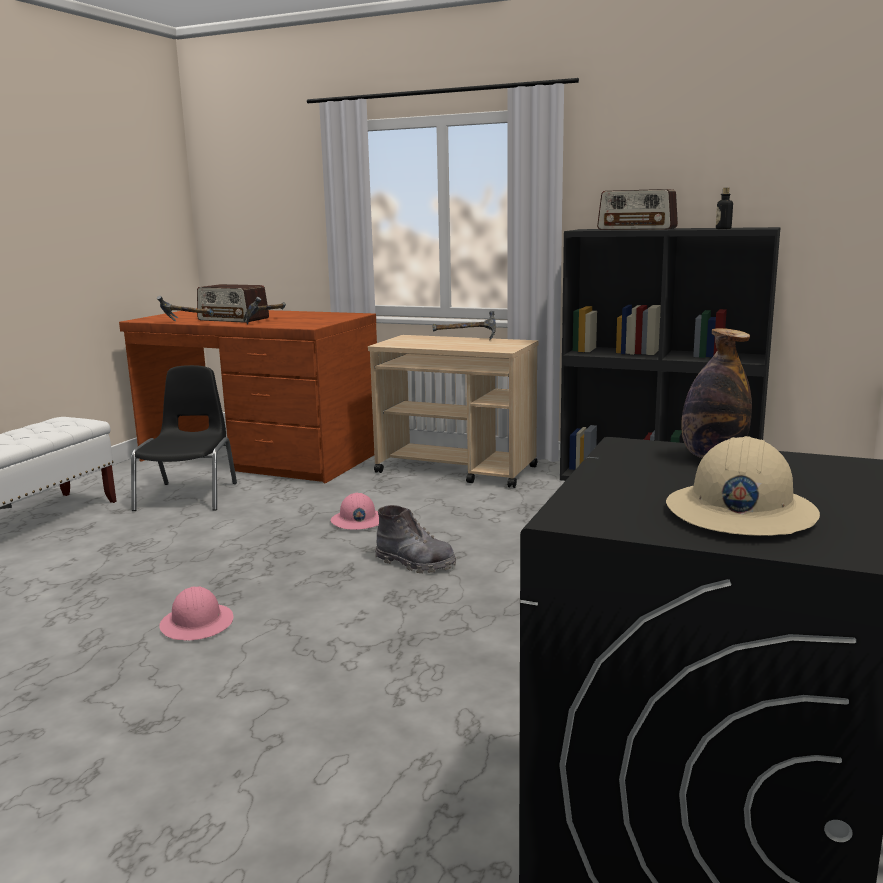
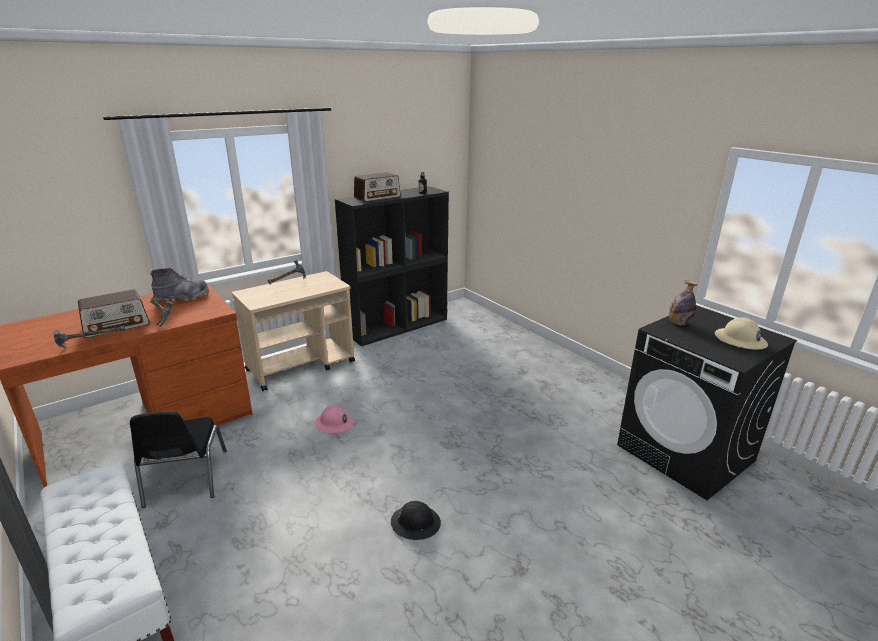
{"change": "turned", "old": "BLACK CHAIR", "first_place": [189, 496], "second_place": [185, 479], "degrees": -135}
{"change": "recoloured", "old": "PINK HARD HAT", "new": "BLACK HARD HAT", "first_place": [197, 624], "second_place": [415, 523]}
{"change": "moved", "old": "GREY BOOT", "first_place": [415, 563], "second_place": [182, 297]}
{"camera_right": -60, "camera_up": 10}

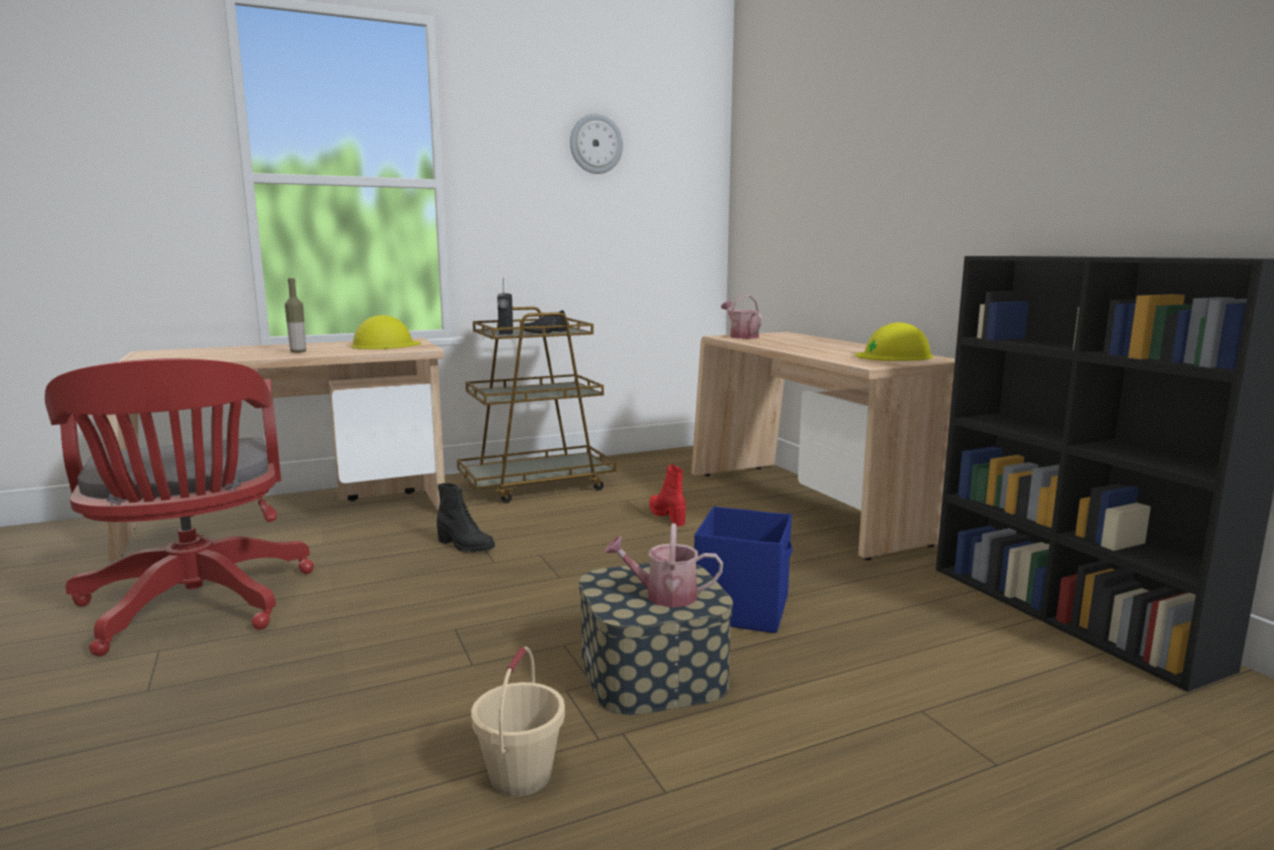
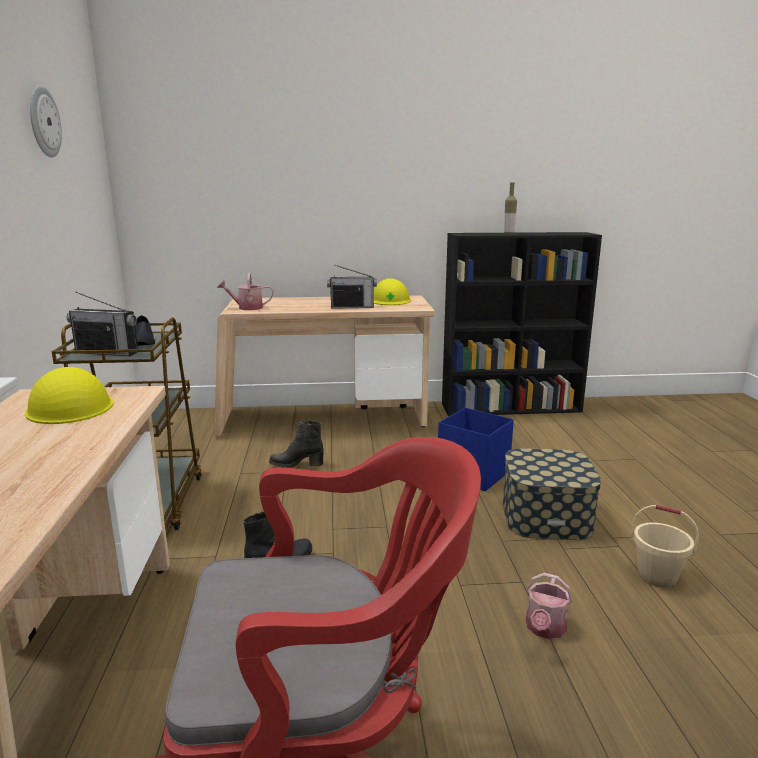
{"change": "moved", "old": "BOTTLE", "first_place": [298, 352], "second_place": [509, 234]}
{"change": "moved", "old": "WATERING CAN", "first_place": [664, 595], "second_place": [544, 629]}
{"change": "recoloured", "old": "RED BOOT", "new": "BLACK BOOT", "first_place": [667, 516], "second_place": [296, 464]}
{"change": "added", "new": "RADIO", "second_place": [352, 307]}
{"camera_right": -70, "camera_up": 5}

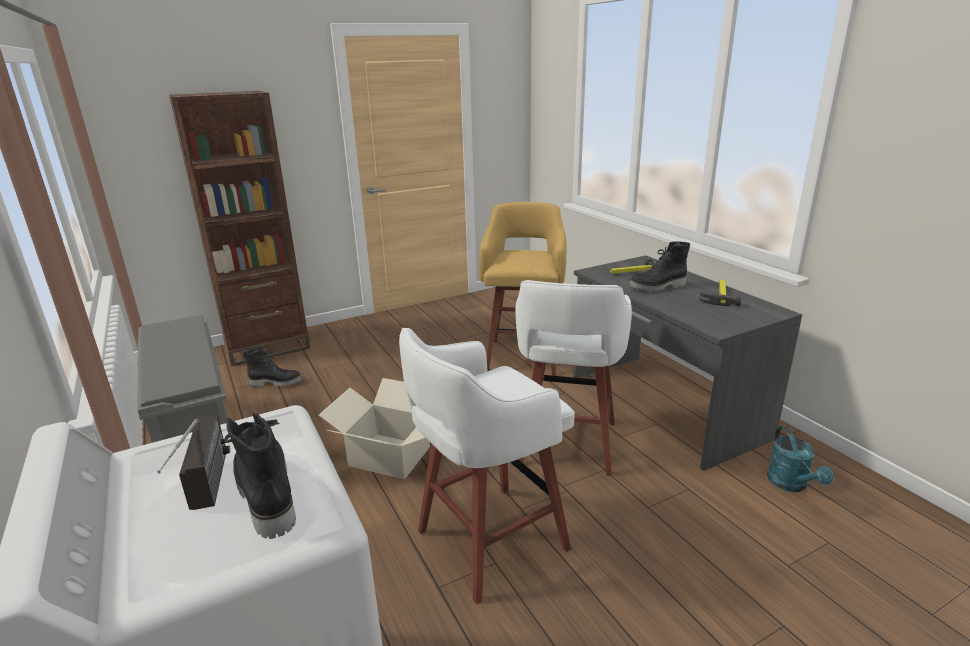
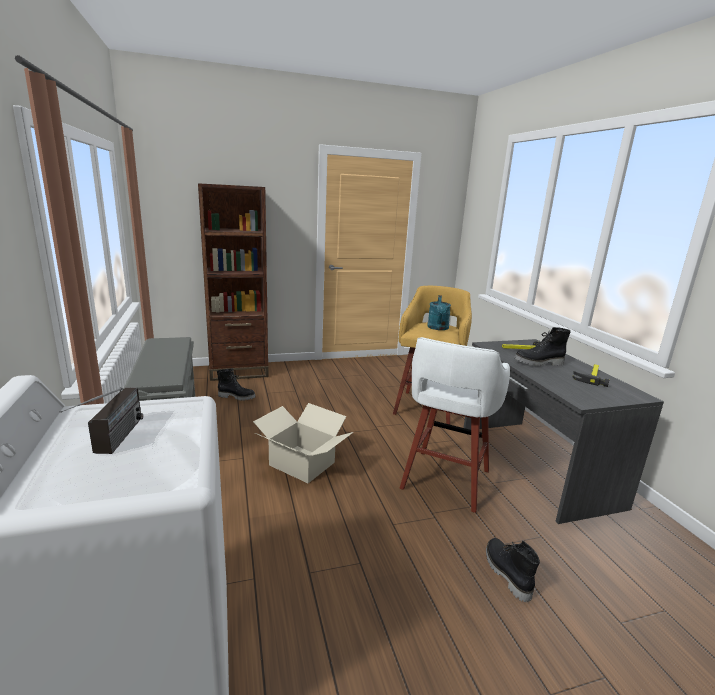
{"change": "moved", "old": "BLACK BOOT", "first_place": [265, 492], "second_place": [506, 573]}
{"change": "removed", "old": "WHITE STOOL", "first_place": [487, 542]}
{"change": "moved", "old": "TURQUOISE WATERING CAN", "first_place": [791, 485], "second_place": [438, 328]}
{"camera_right": 10, "camera_up": -5}

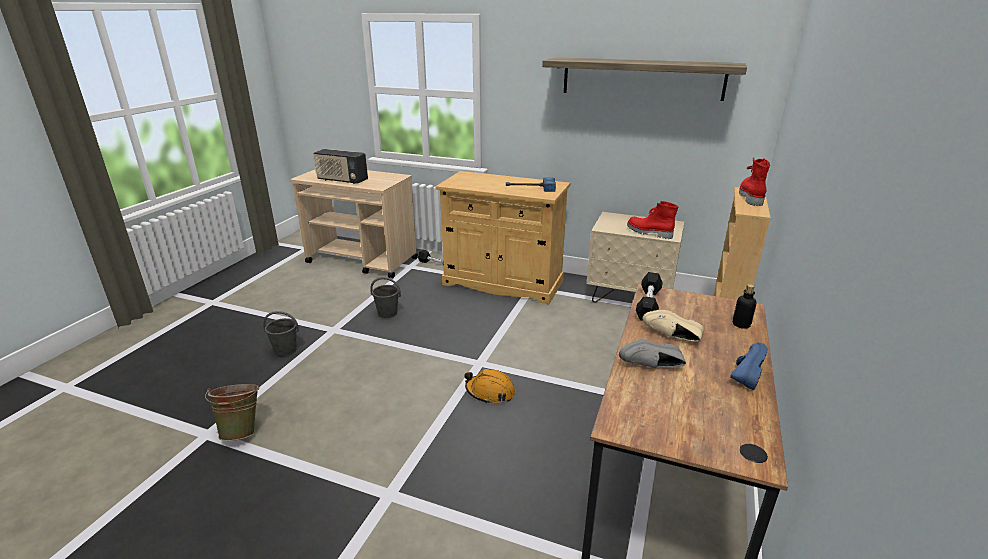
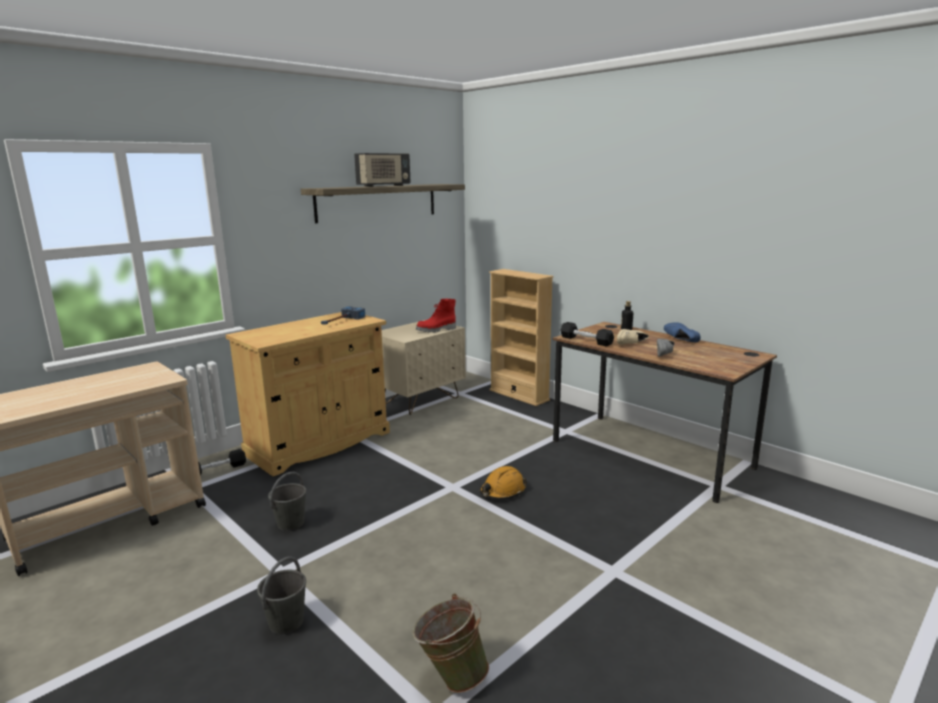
{"change": "moved", "old": "RADIO", "first_place": [342, 180], "second_place": [384, 186]}
{"change": "removed", "old": "RED BOOT", "first_place": [750, 197]}
{"camera_right": -65, "camera_up": -10}

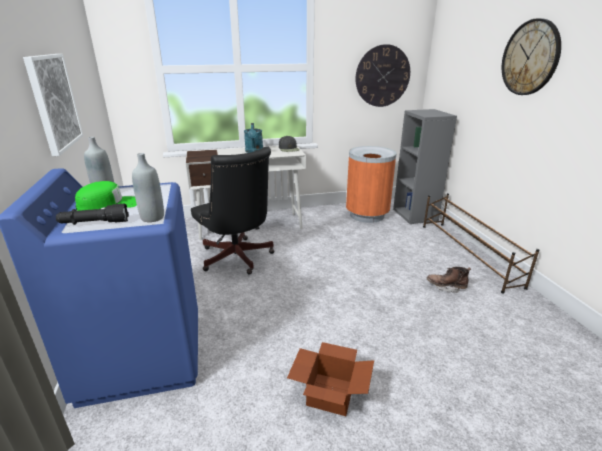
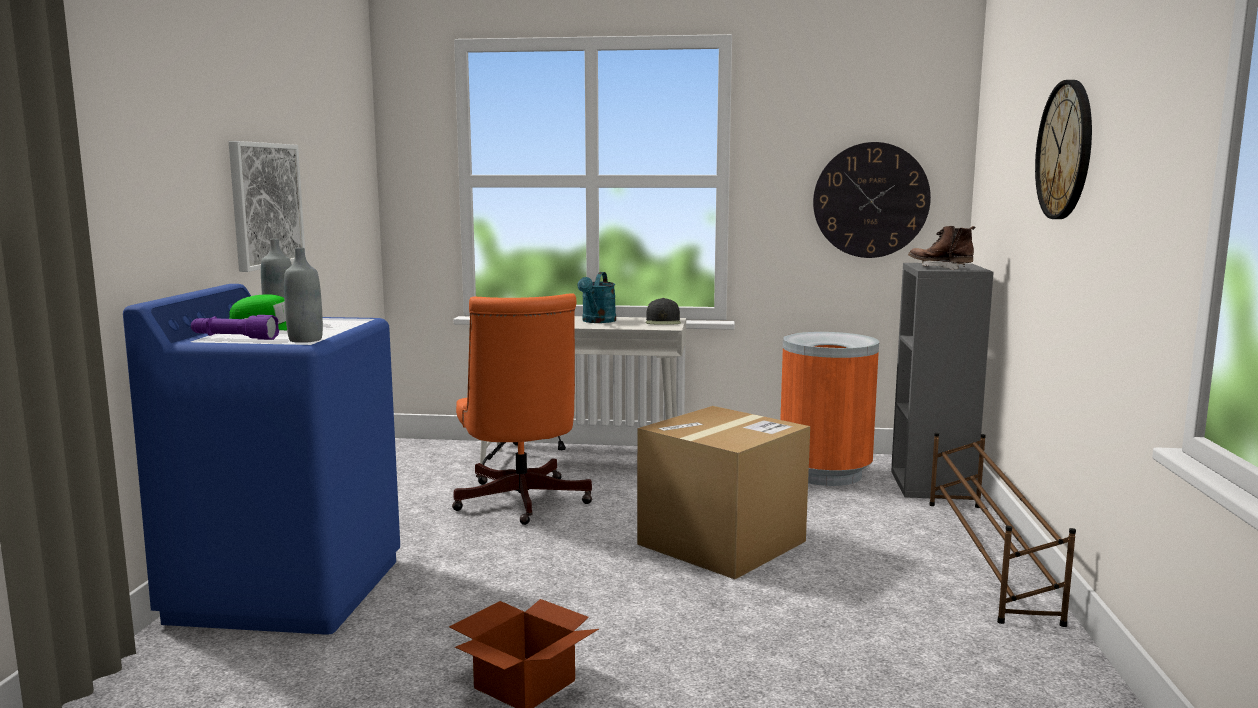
{"change": "recoloured", "old": "BLACK FLASHLIGHT", "new": "PURPLE FLASHLIGHT", "first_place": [94, 223], "second_place": [234, 338]}
{"change": "recoloured", "old": "BLACK OFFICE CHAIR", "new": "ORANGE OFFICE CHAIR", "first_place": [237, 259], "second_place": [521, 503]}
{"change": "moved", "old": "BROWN BOOT", "first_place": [446, 287], "second_place": [940, 268]}
{"change": "added", "new": "CARDBOARD BOX", "second_place": [721, 543]}
{"camera_right": 20, "camera_up": -15}

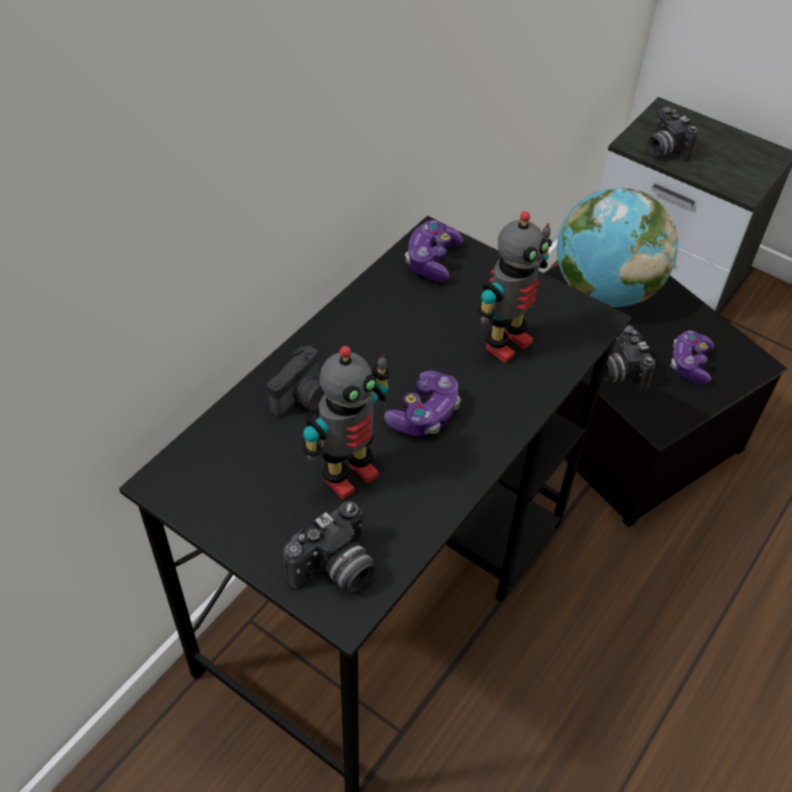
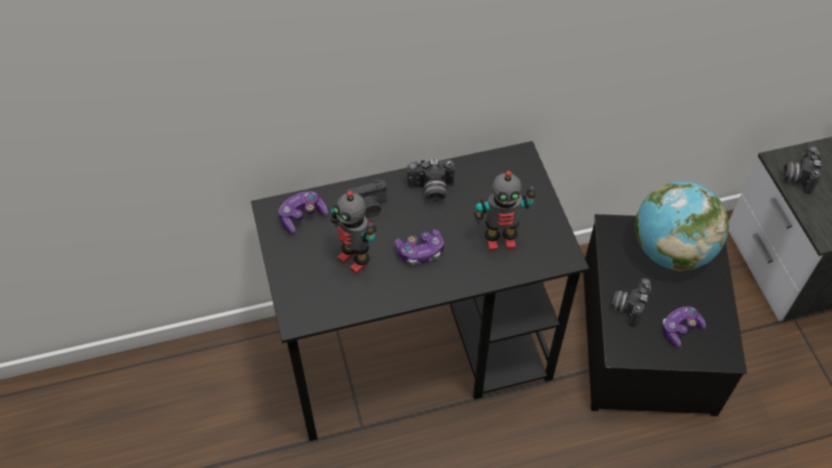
{"change": "moved", "old": "PHOTO CAMERA", "first_place": [335, 571], "second_place": [431, 191]}
{"change": "turned", "old": "TOY ROBOT", "first_place": [348, 475], "second_place": [355, 259], "degrees": 45}
{"change": "moved", "old": "GAME CONTROLLER", "first_place": [432, 260], "second_place": [302, 216]}
{"camera_right": 40, "camera_up": 5}

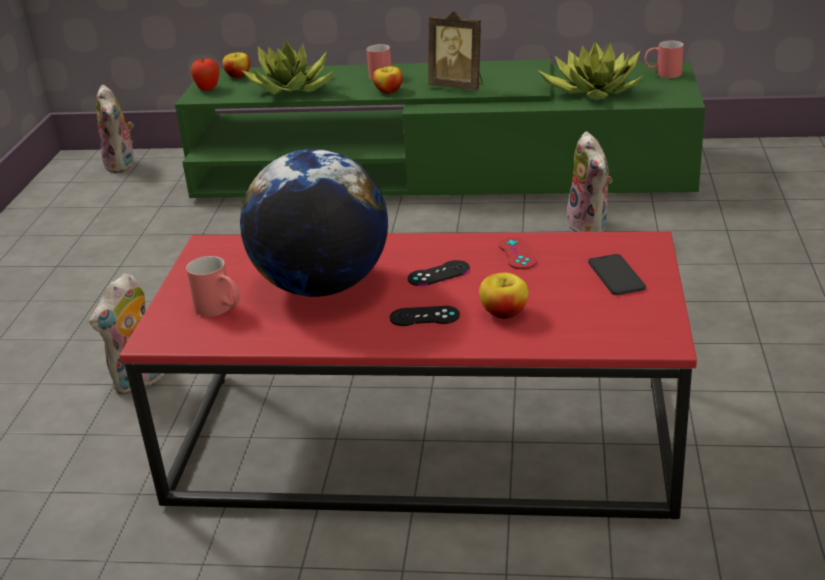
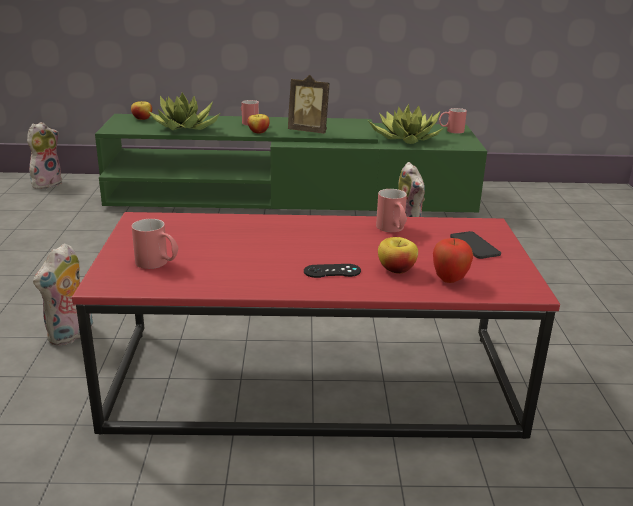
{"change": "turned", "old": "PLUSH TOY", "first_place": [123, 165], "second_place": [47, 183], "degrees": -120}
{"change": "moved", "old": "APPLE", "first_place": [208, 89], "second_place": [449, 280]}
{"change": "removed", "old": "GLOBE", "first_place": [322, 286]}
{"change": "removed", "old": "BLACK GAME CONTROLLER", "first_place": [438, 274]}
{"change": "replaced", "old": "RED GAME CONTROLLER", "new": "RED MUG", "first_place": [517, 253], "second_place": [393, 230]}
{"camera_right": -10, "camera_up": -5}

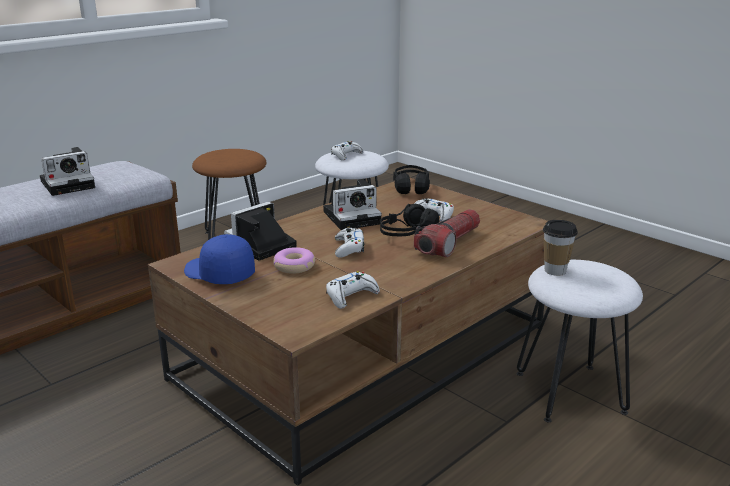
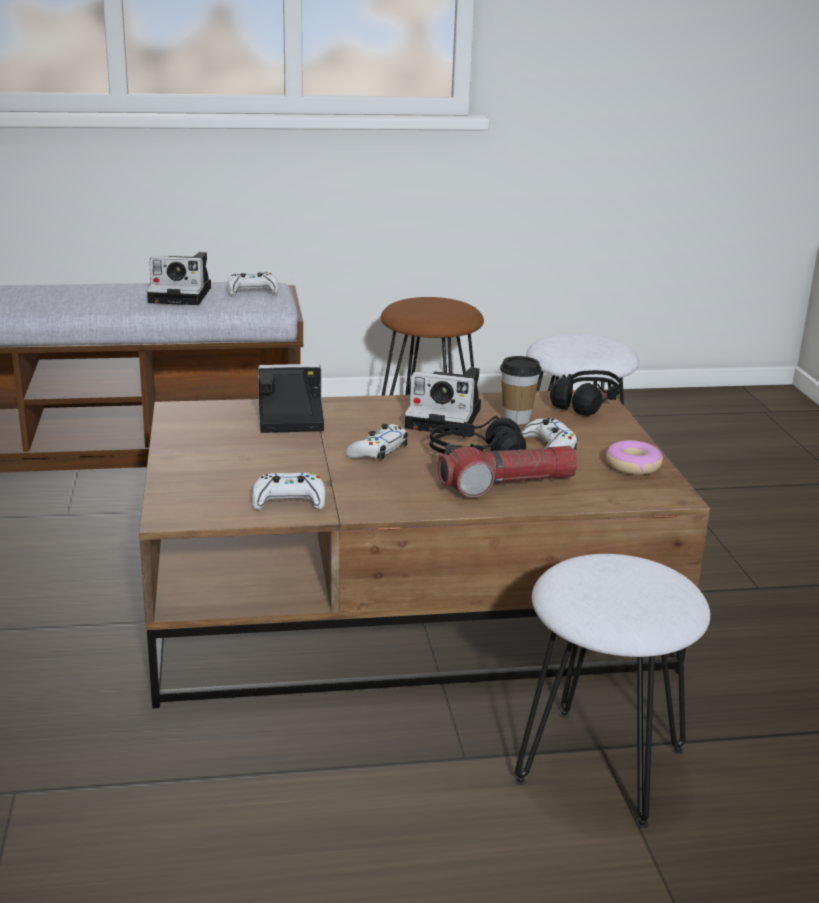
{"change": "removed", "old": "BLUE CAP", "first_place": [218, 274]}
{"change": "moved", "old": "DONUT", "first_place": [294, 266], "second_place": [633, 466]}
{"change": "moved", "old": "WHITE GAME CONTROLLER", "first_place": [346, 155], "second_place": [252, 291]}
{"change": "moved", "old": "CUP", "first_place": [555, 270], "second_place": [517, 419]}
{"camera_right": 35, "camera_up": 0}

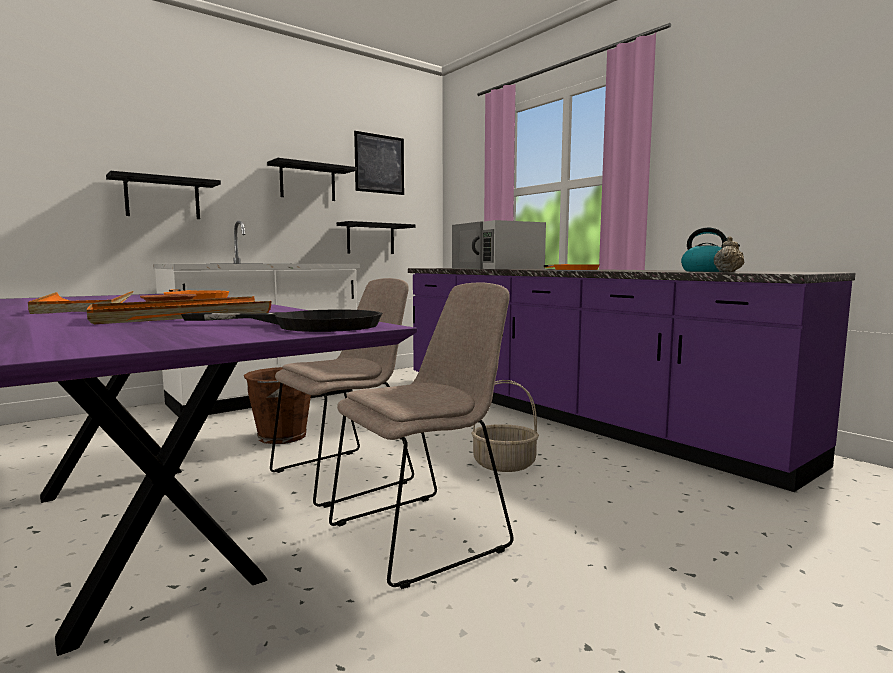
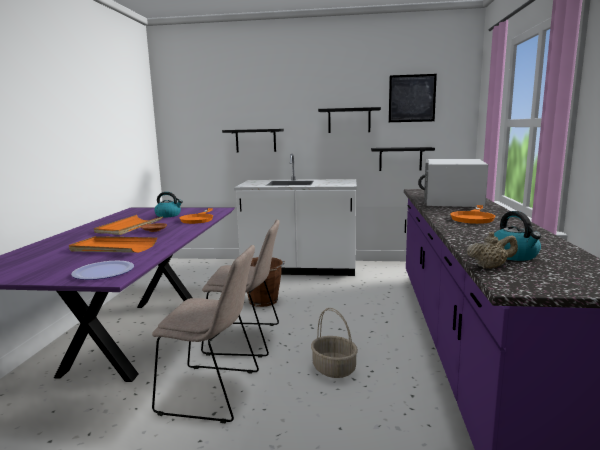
{"change": "replaced", "old": "BLACK FRYING PAN", "new": "PLATE", "first_place": [309, 325], "second_place": [104, 272]}
{"change": "added", "new": "KETTLE", "second_place": [168, 215]}
{"camera_right": 45, "camera_up": 5}

